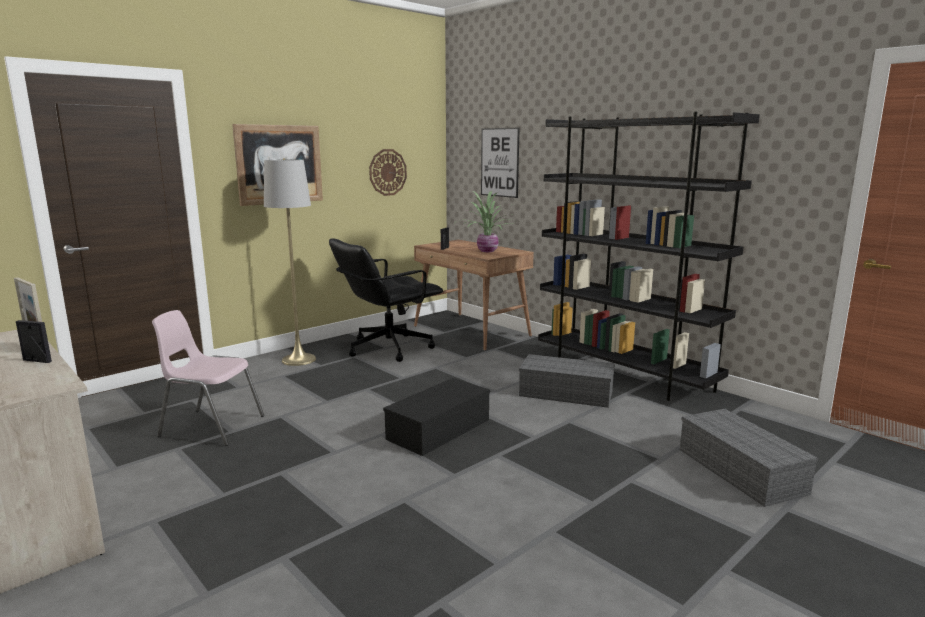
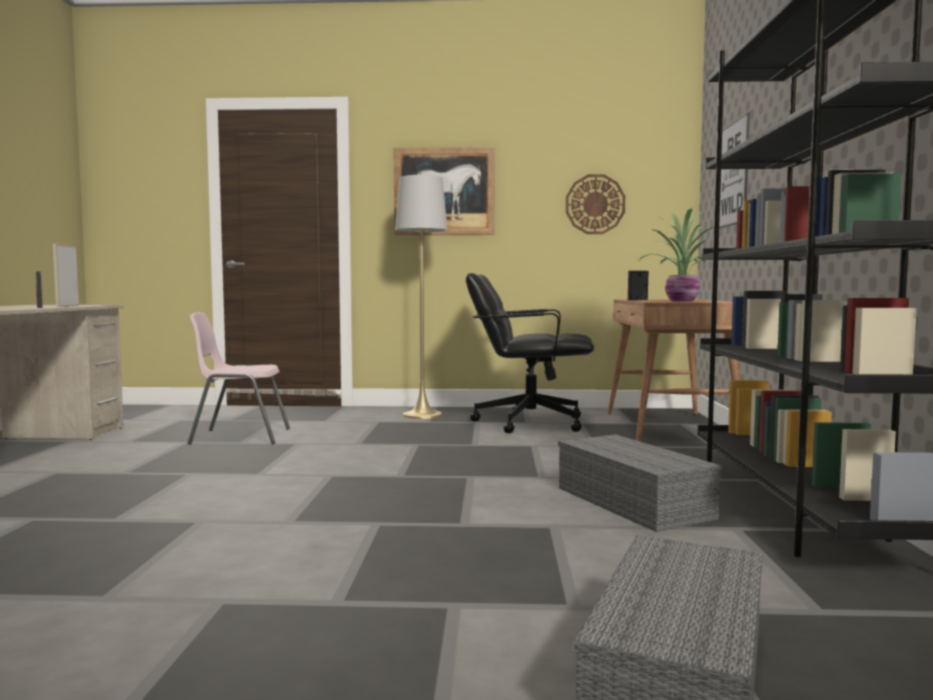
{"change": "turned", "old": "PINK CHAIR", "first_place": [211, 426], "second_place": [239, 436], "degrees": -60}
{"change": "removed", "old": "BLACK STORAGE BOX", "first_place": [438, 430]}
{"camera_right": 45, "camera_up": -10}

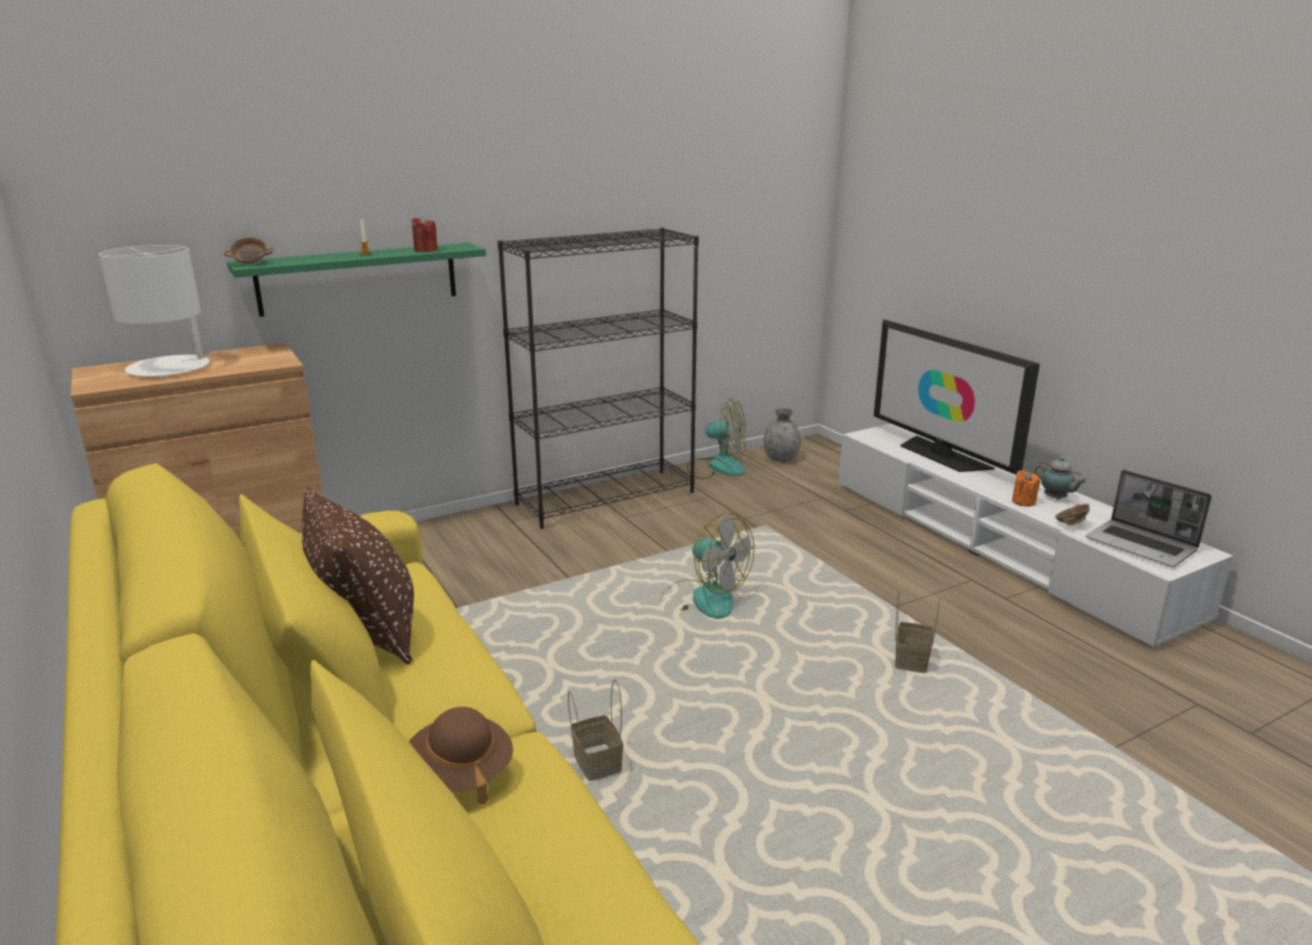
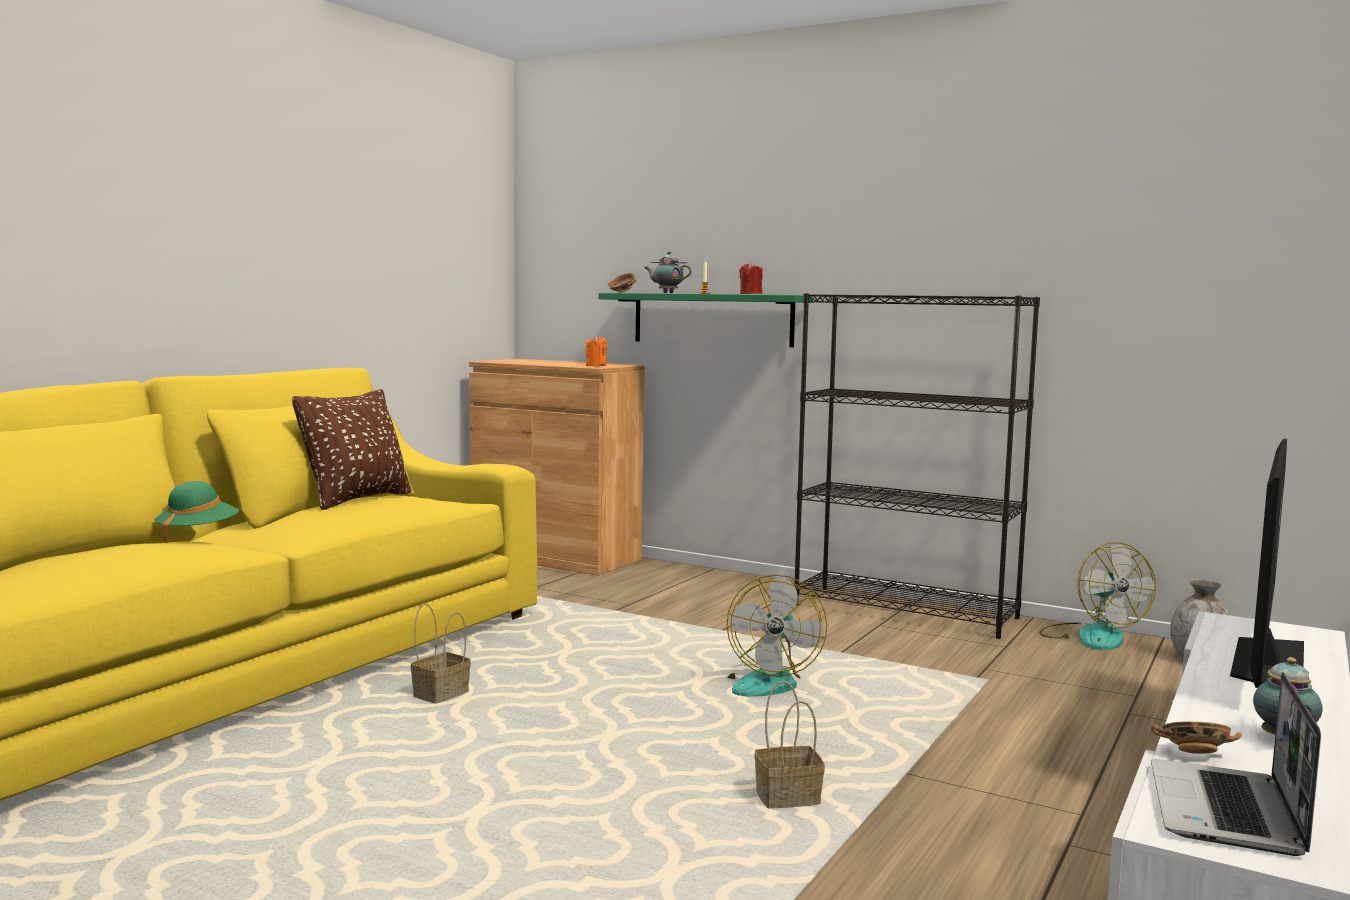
{"change": "removed", "old": "WHITE TABLE LAMP", "first_place": [170, 368]}
{"change": "recoloured", "old": "BROWN HAT", "new": "GREEN HAT", "first_place": [460, 773], "second_place": [197, 534]}
{"change": "moved", "old": "ORANGE CANDLE", "first_place": [1023, 502], "second_place": [596, 366]}
{"change": "added", "new": "TEAPOT", "second_place": [666, 293]}
{"camera_right": 60, "camera_up": -15}

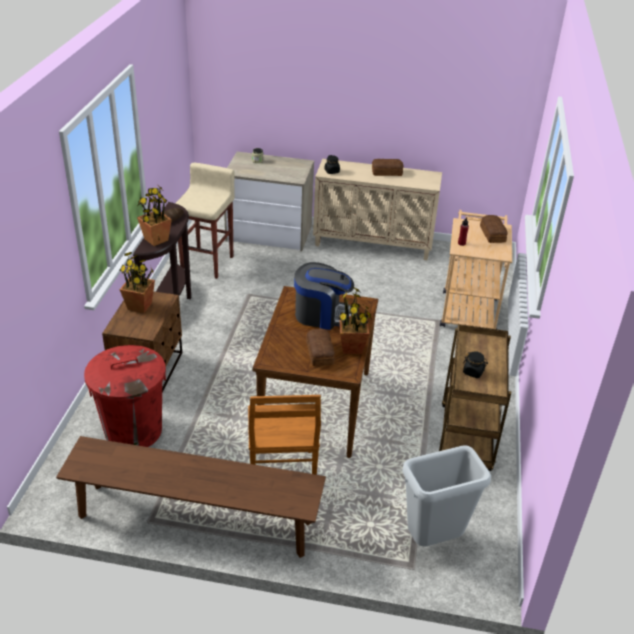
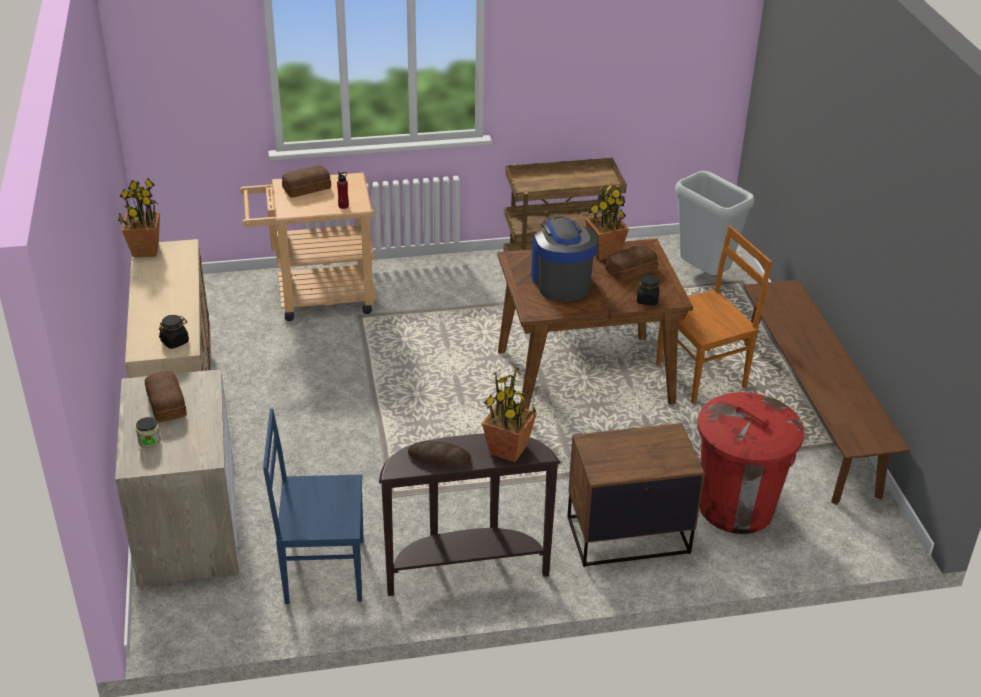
{"change": "moved", "old": "POTTED PLANT", "first_place": [140, 306], "second_place": [145, 250]}
{"change": "replaced", "old": "BEIGE STOOL", "new": "BLUE CHAIR", "first_place": [208, 263], "second_place": [321, 571]}
{"change": "moved", "old": "BREAD", "first_place": [386, 172], "second_place": [165, 404]}
{"change": "moved", "old": "BLACK JAR", "first_place": [473, 372], "second_place": [647, 300]}
{"camera_right": -110, "camera_up": 0}

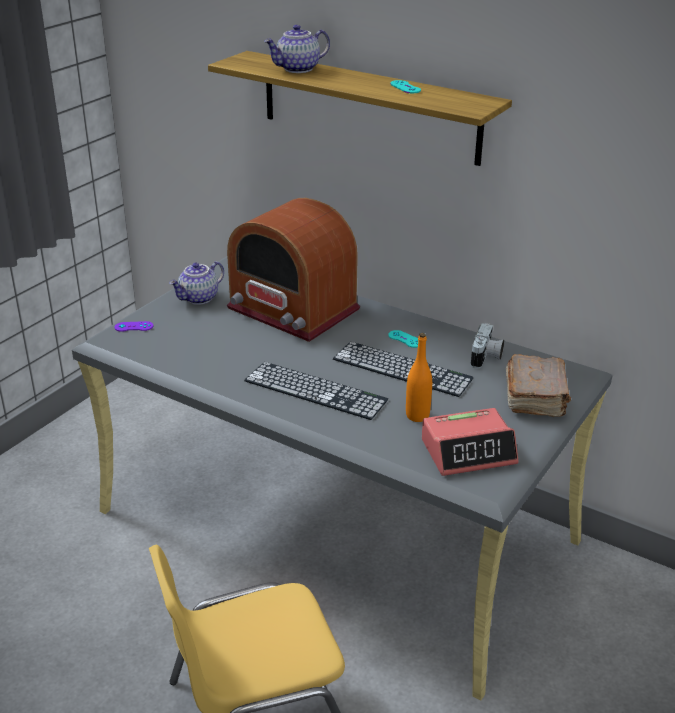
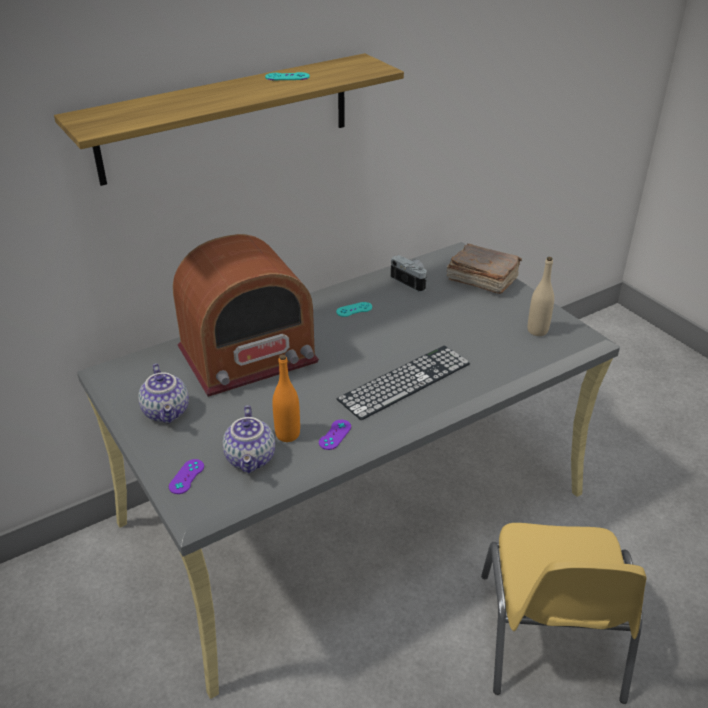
{"change": "moved", "old": "TEAPOT", "first_place": [298, 69], "second_place": [252, 459]}
{"change": "removed", "old": "KEYBOARD", "first_place": [402, 369]}
{"change": "moved", "old": "ORANGE BOTTLE", "first_place": [417, 416], "second_place": [287, 434]}
{"change": "replaced", "old": "ALARM CLOCK", "new": "BEIGE BOTTLE", "first_place": [468, 451], "second_place": [537, 331]}
{"change": "added", "new": "PURPLE GAME CONTROLLER", "second_place": [335, 435]}
{"camera_right": -65, "camera_up": 5}

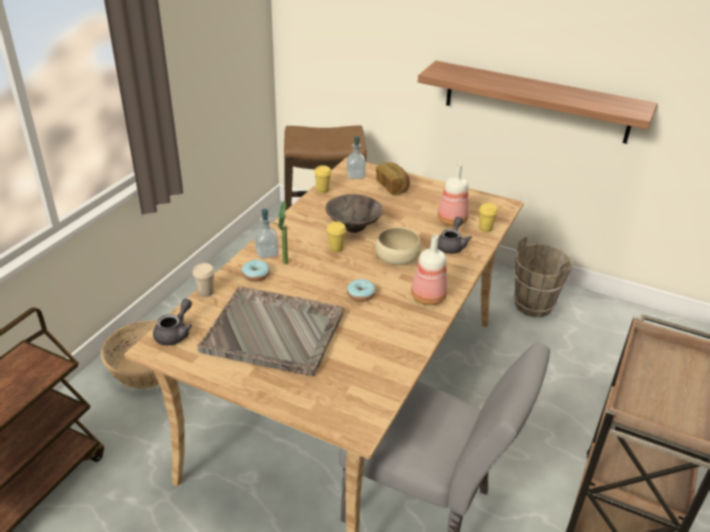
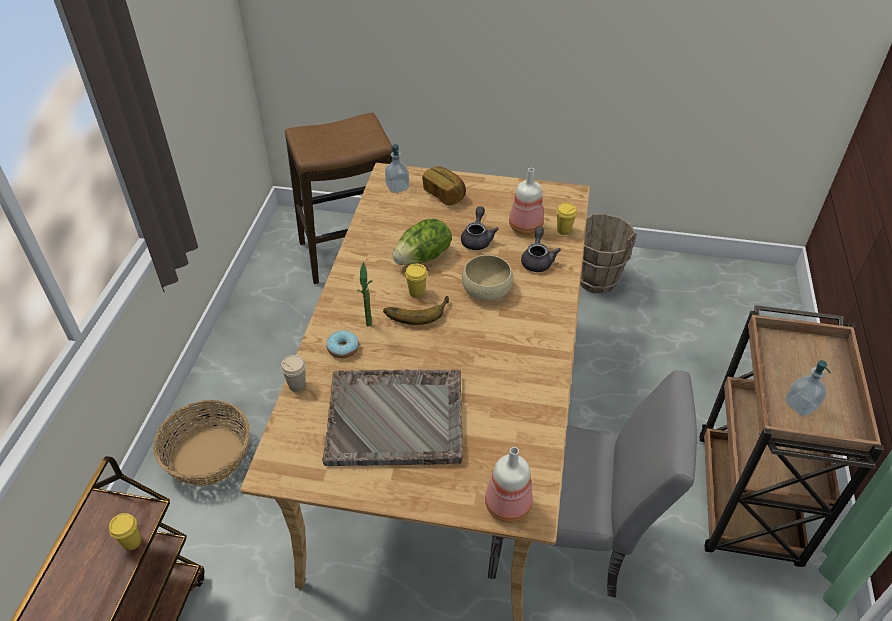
{"change": "moved", "old": "GREY TEAPOT", "first_place": [175, 333], "second_place": [477, 239]}
{"change": "moved", "old": "SOAP DISPENSER", "first_place": [267, 253], "second_place": [800, 405]}
{"change": "moved", "old": "YELLOW CUP", "first_place": [322, 190], "second_place": [131, 542]}
{"change": "replaced", "old": "BROWN BOWL", "new": "LETTUCE", "first_place": [354, 226], "second_place": [424, 257]}
{"change": "removed", "old": "DONUT", "first_place": [361, 295]}
{"change": "moved", "old": "BOTTLE", "first_place": [427, 297], "second_place": [506, 505]}
{"change": "removed", "old": "SHELF", "first_place": [536, 102]}
{"change": "added", "new": "BANANA", "second_place": [416, 310]}
{"camera_right": -15, "camera_up": 10}

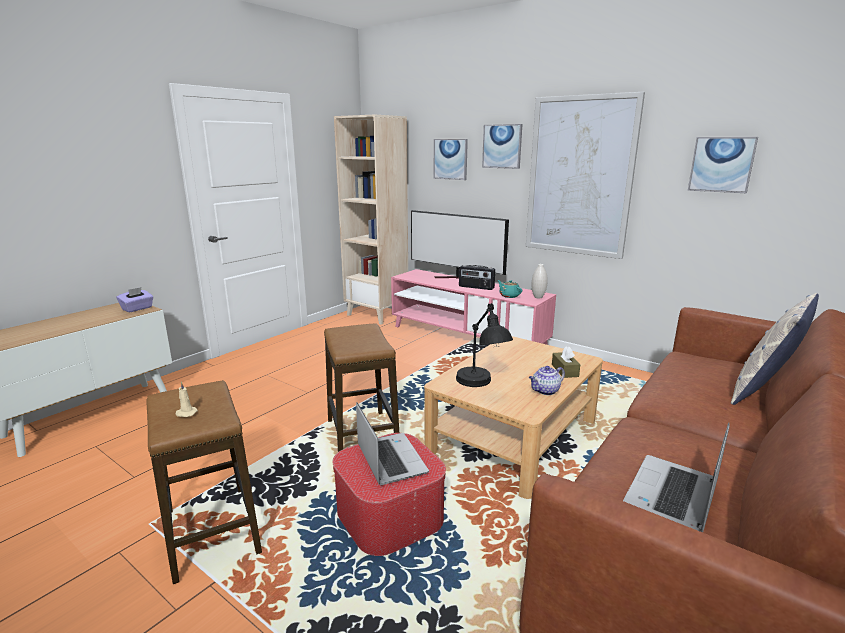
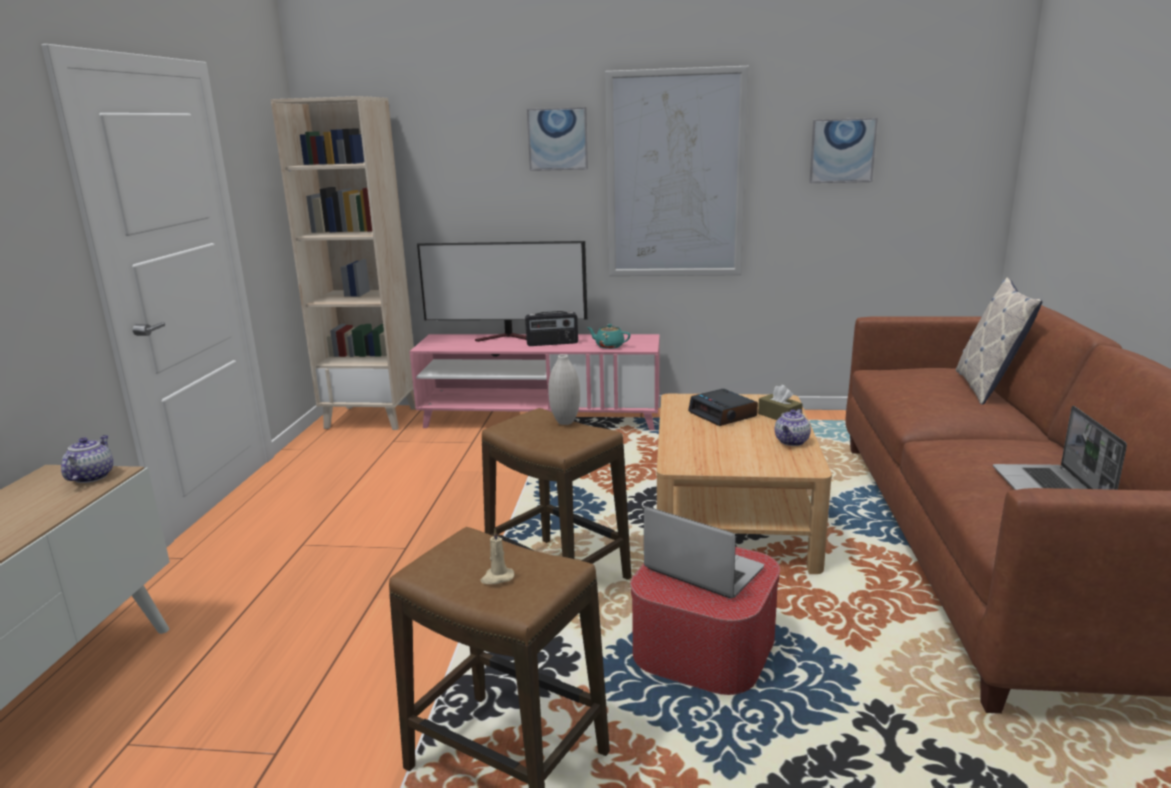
{"change": "replaced", "old": "PURPLE TISSUE BOX", "new": "TEAPOT", "first_place": [137, 308], "second_place": [92, 476]}
{"change": "removed", "old": "PICTURE", "first_place": [450, 159]}
{"change": "removed", "old": "BLACK TABLE LAMP", "first_place": [481, 386]}
{"change": "moved", "old": "WHITE VASE", "first_place": [538, 297], "second_place": [565, 422]}
{"change": "added", "new": "ALARM CLOCK", "second_place": [723, 414]}
{"camera_right": -30, "camera_up": 0}

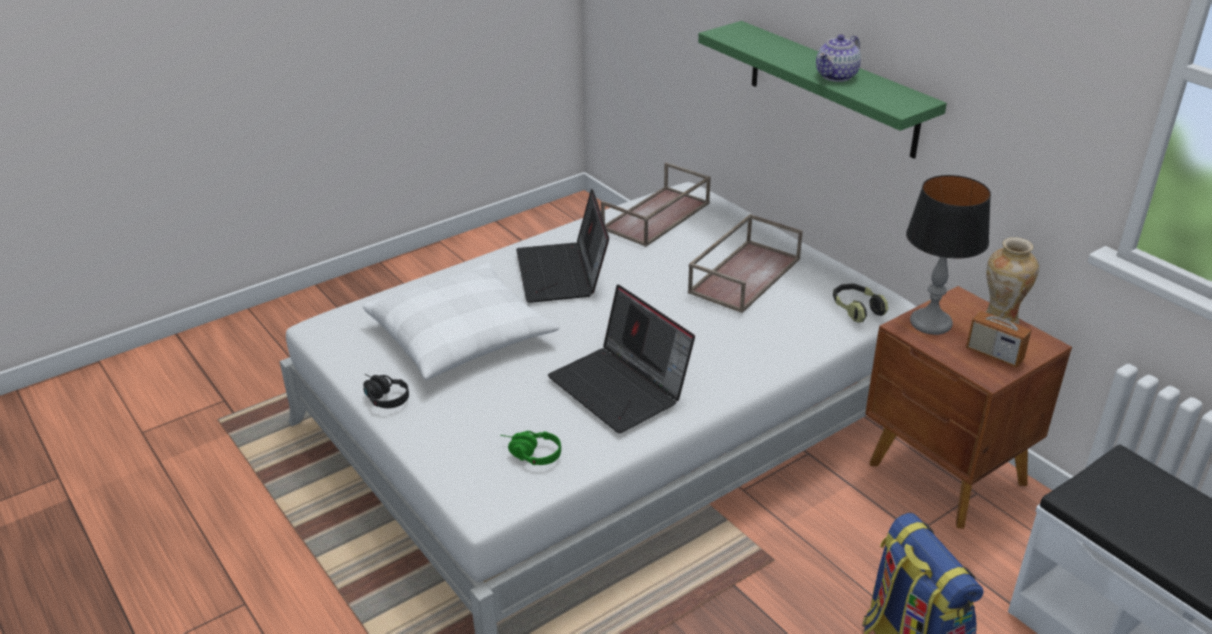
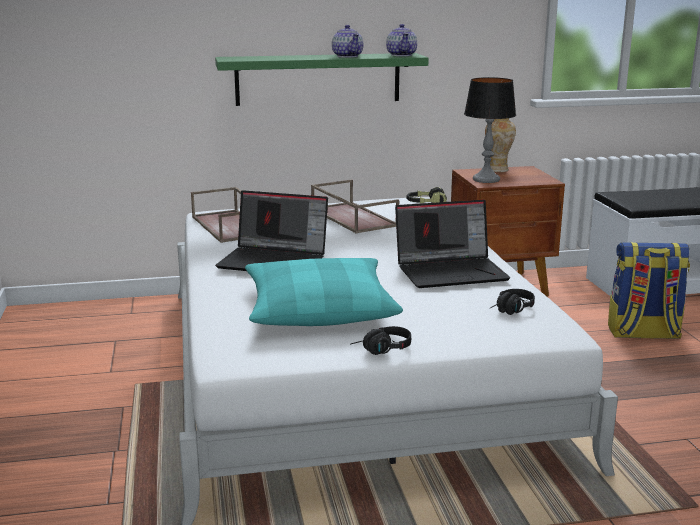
{"change": "recoloured", "old": "WHITE PILLOW", "new": "TURQUOISE PILLOW", "first_place": [461, 336], "second_place": [319, 308]}
{"change": "recoloured", "old": "GREEN HEADPHONES", "new": "BLACK HEADPHONES", "first_place": [529, 454], "second_place": [510, 310]}
{"change": "removed", "old": "RADIO", "first_place": [994, 354]}
{"change": "added", "new": "TEAPOT", "second_place": [401, 55]}
{"camera_right": -65, "camera_up": -15}

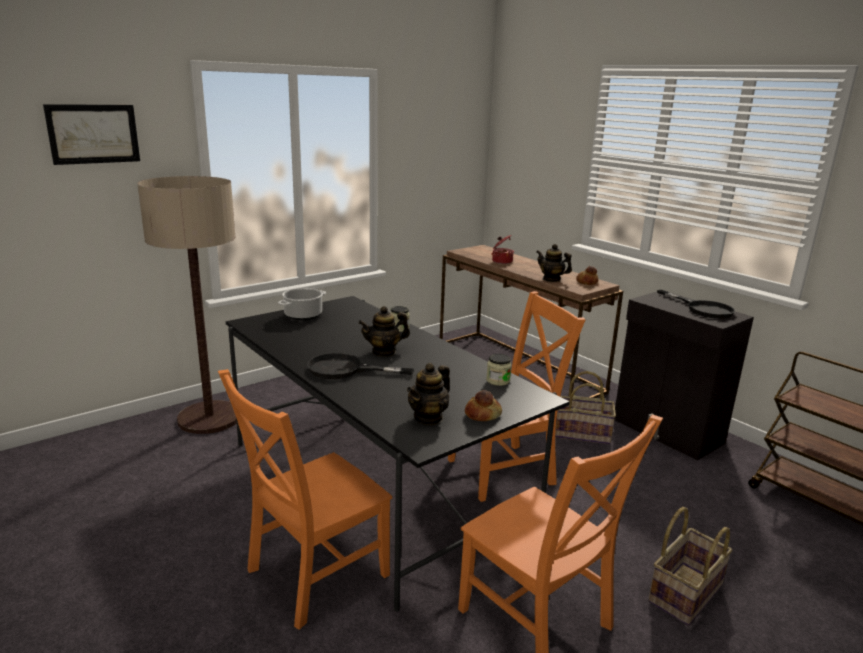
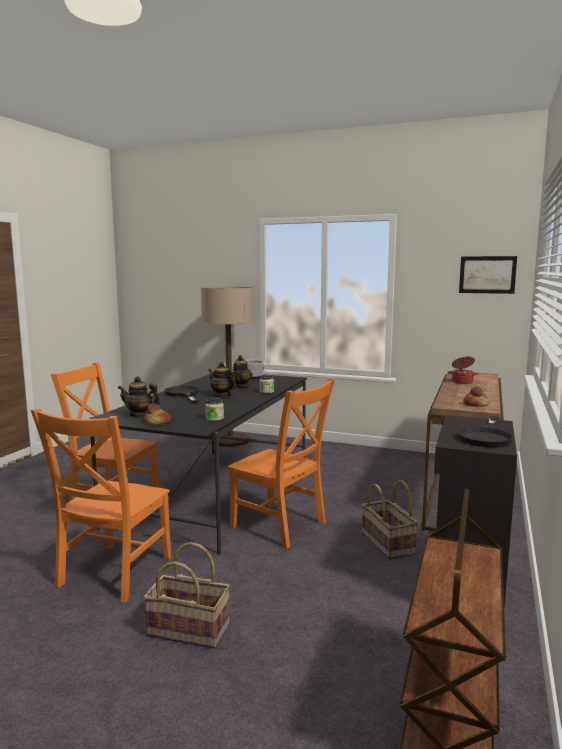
{"change": "moved", "old": "PICTURE", "first_place": [93, 134], "second_place": [487, 274]}
{"change": "moved", "old": "TEAPOT", "first_place": [551, 279], "second_place": [240, 386]}
{"camera_right": 60, "camera_up": -10}

